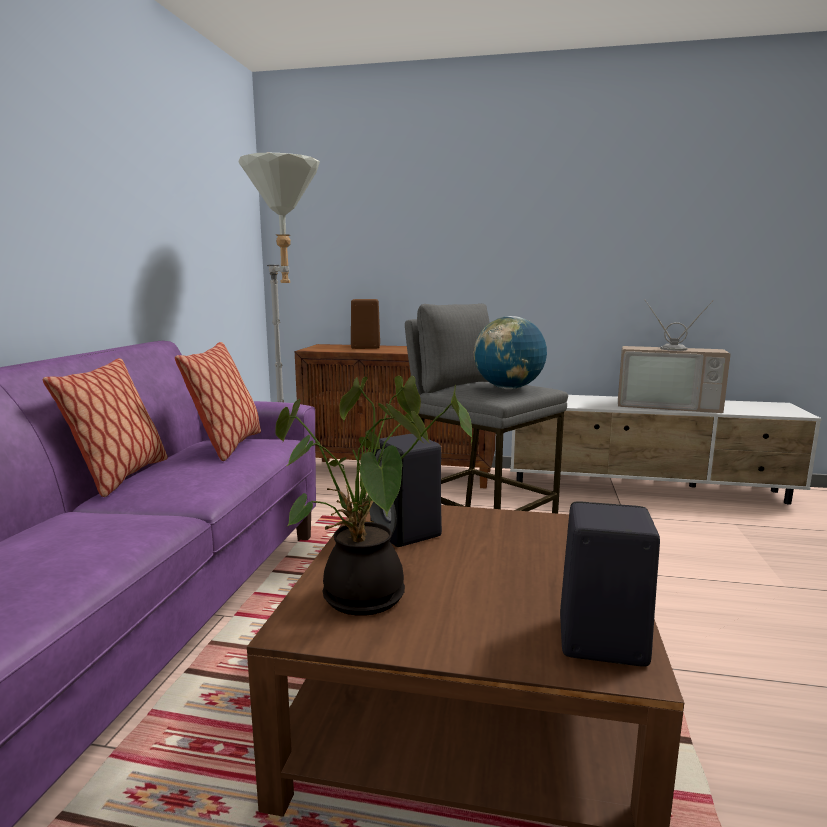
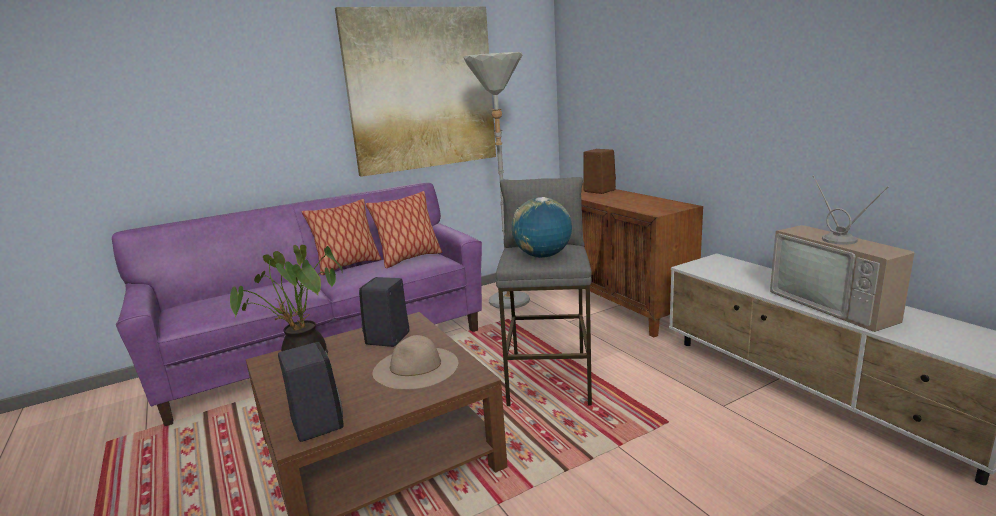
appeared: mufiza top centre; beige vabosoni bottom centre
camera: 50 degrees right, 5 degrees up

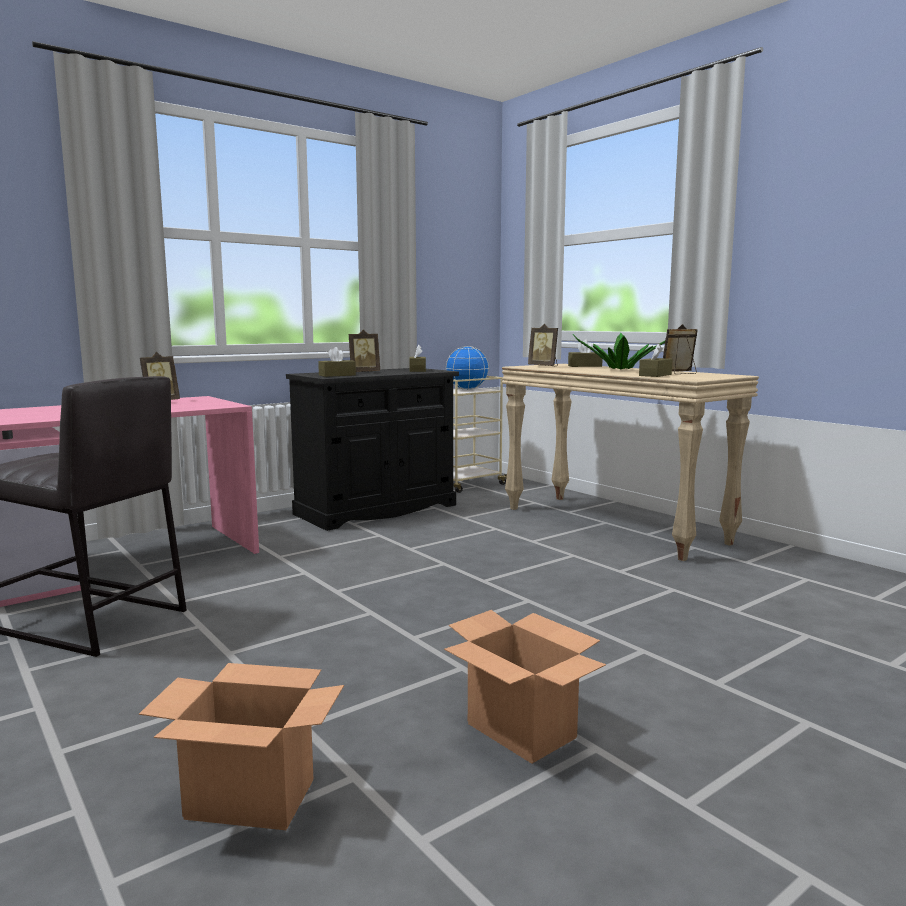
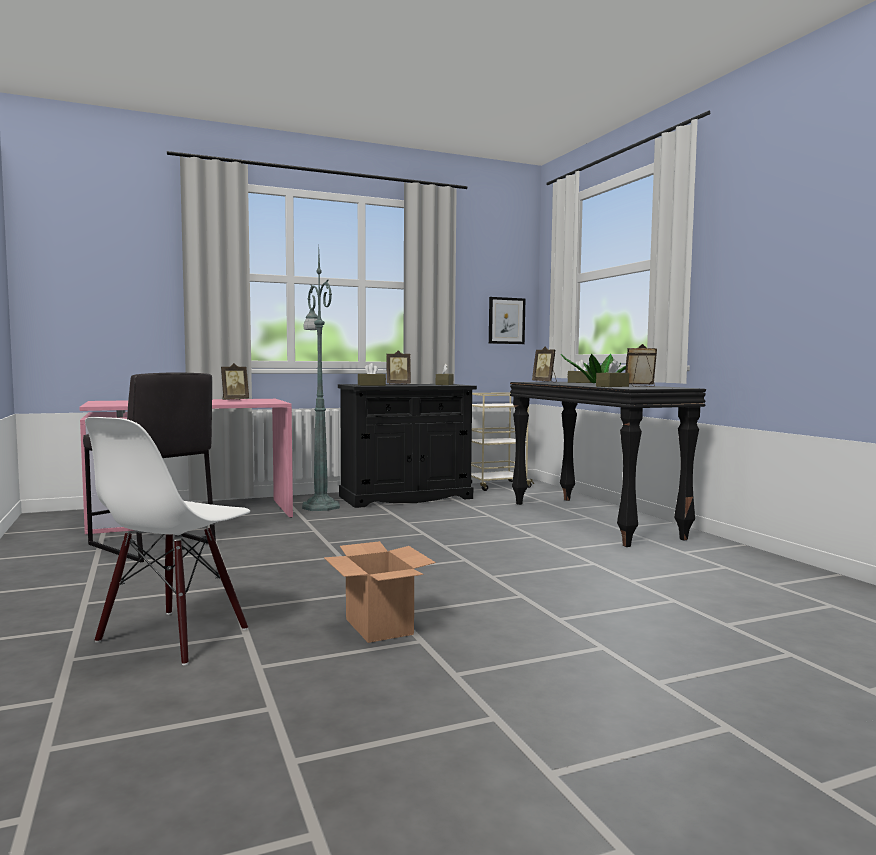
missing: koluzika centre
appeared: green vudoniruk centre; mufiza centre
exchanged: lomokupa (no. 1 from left) bottom left to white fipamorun middle left
colour: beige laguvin middle right to black laguvin middle right
camera: 15 degrees right, 5 degrees down

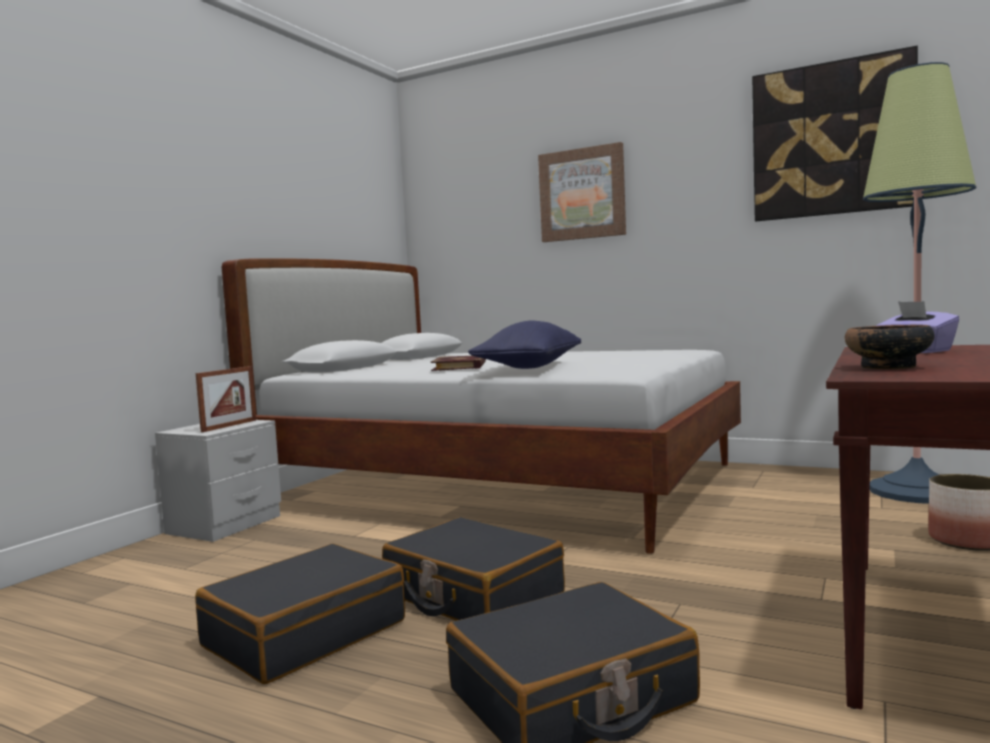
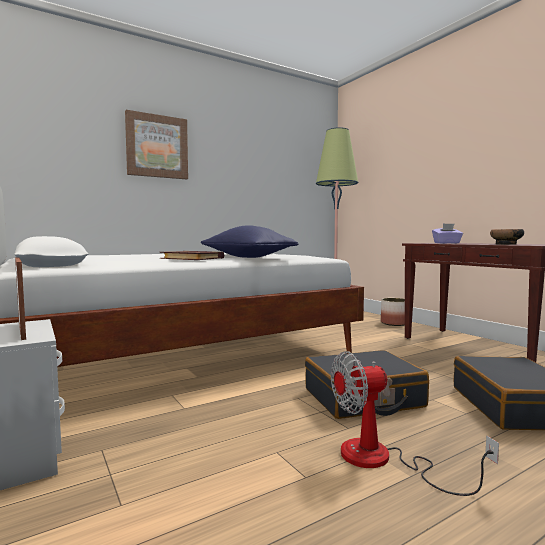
missing: mufiza (no. 2 from left) top right
exchanged: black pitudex (no. 1 from left) bottom left to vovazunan bottom right
camera: 60 degrees left, 0 degrees up

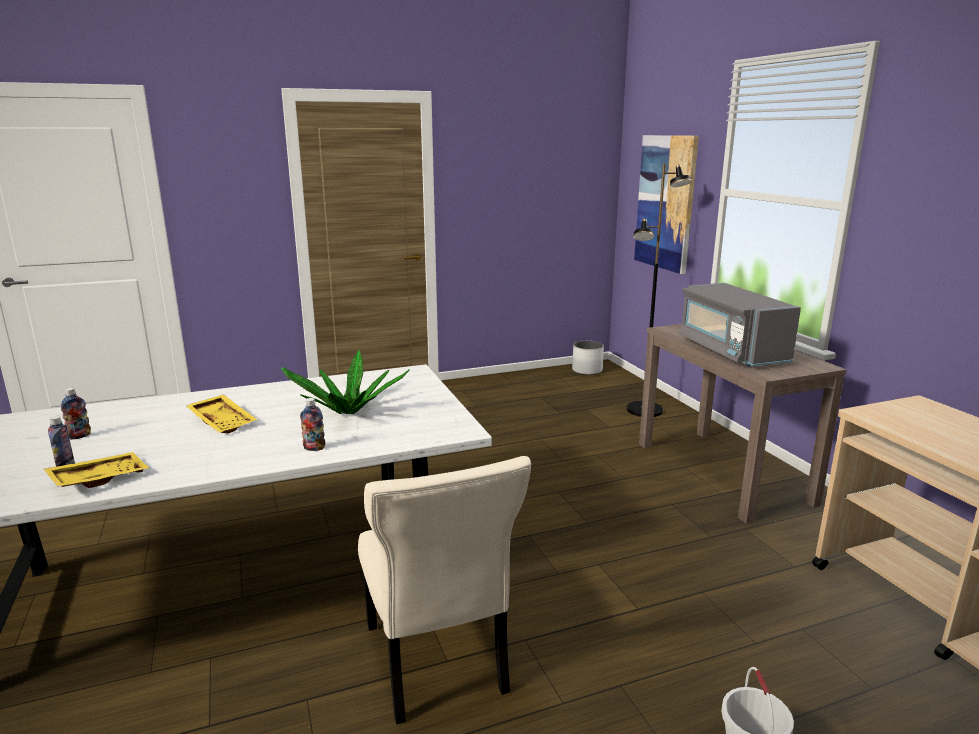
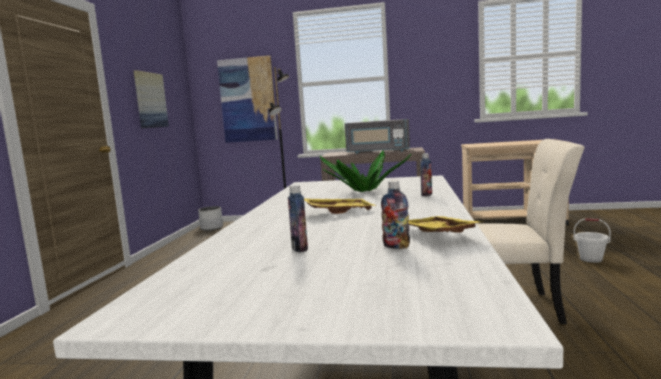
appeared: mufiza (no. 1 from left) top left
camera: 60 degrees left, 10 degrees down

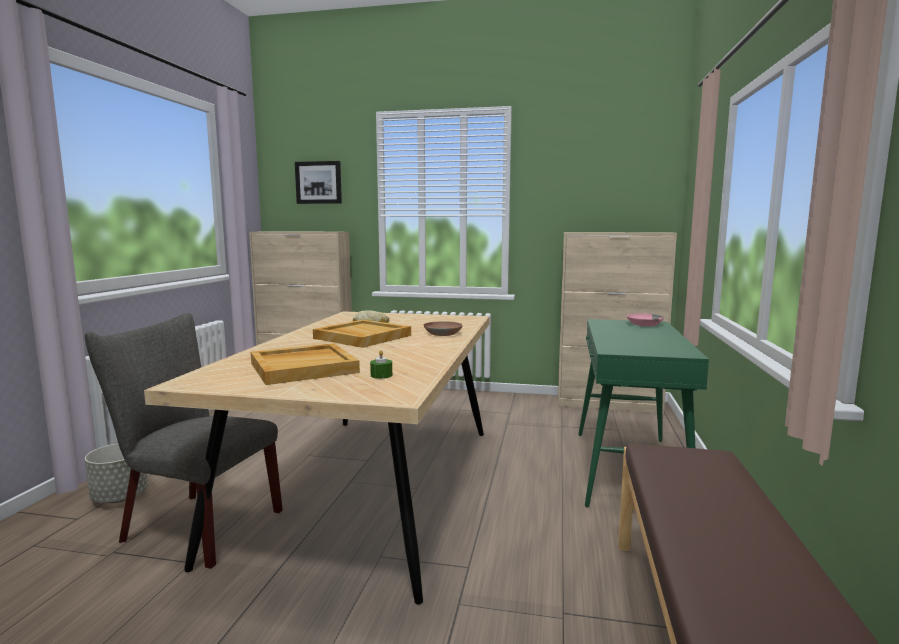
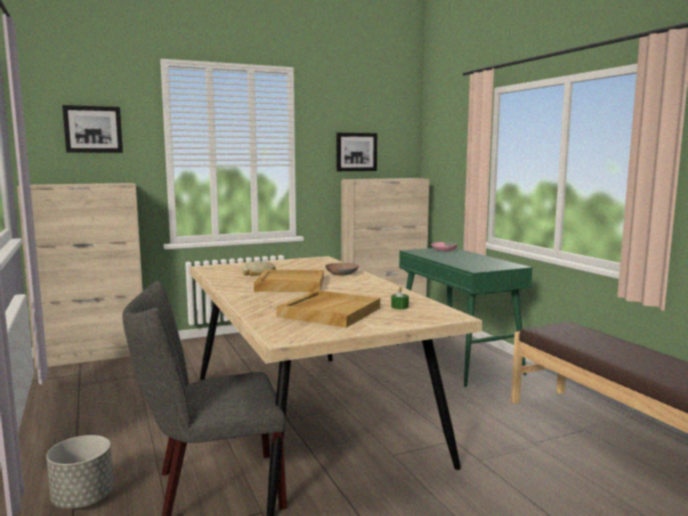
appeared: mufiza (no. 2 from left) top centre
camera: 35 degrees left, 0 degrees up

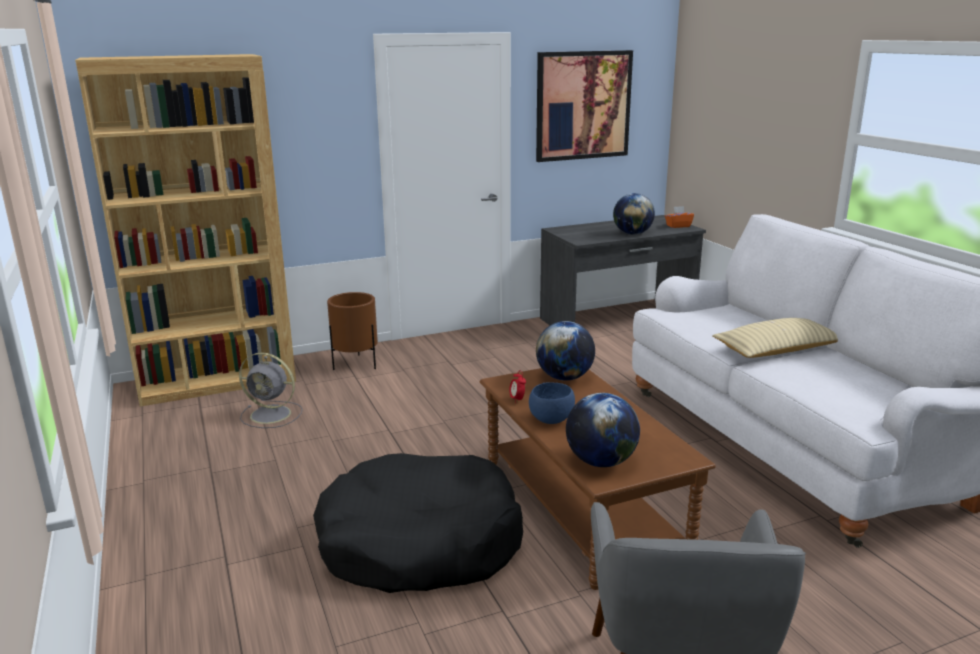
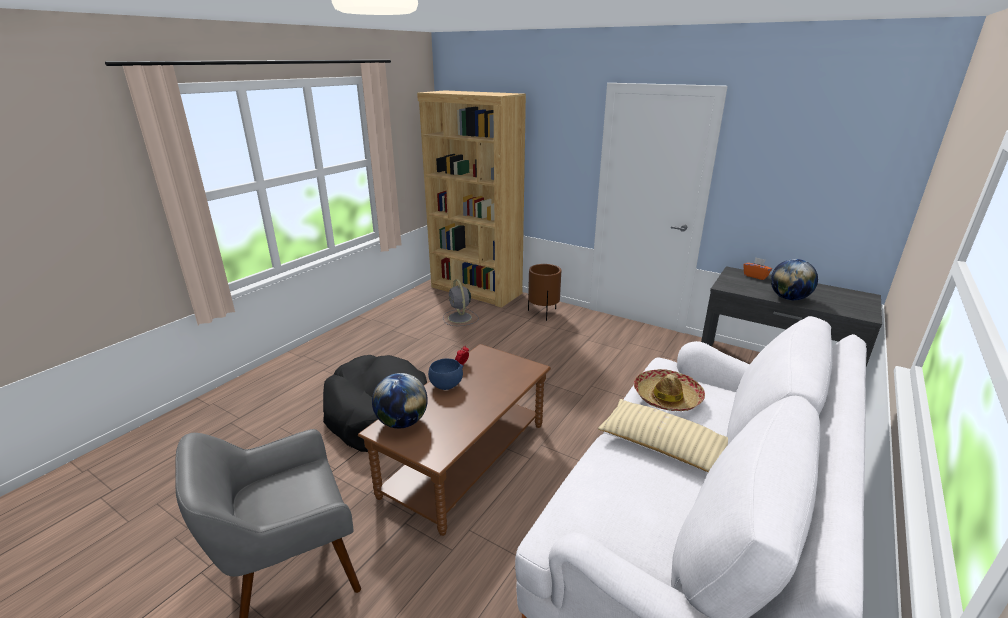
missing: mufiza top centre; koluzika (no. 1 from left) centre
appeared: vabosoni centre
relocated: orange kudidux top right to middle right
camera: 55 degrees right, 5 degrees up

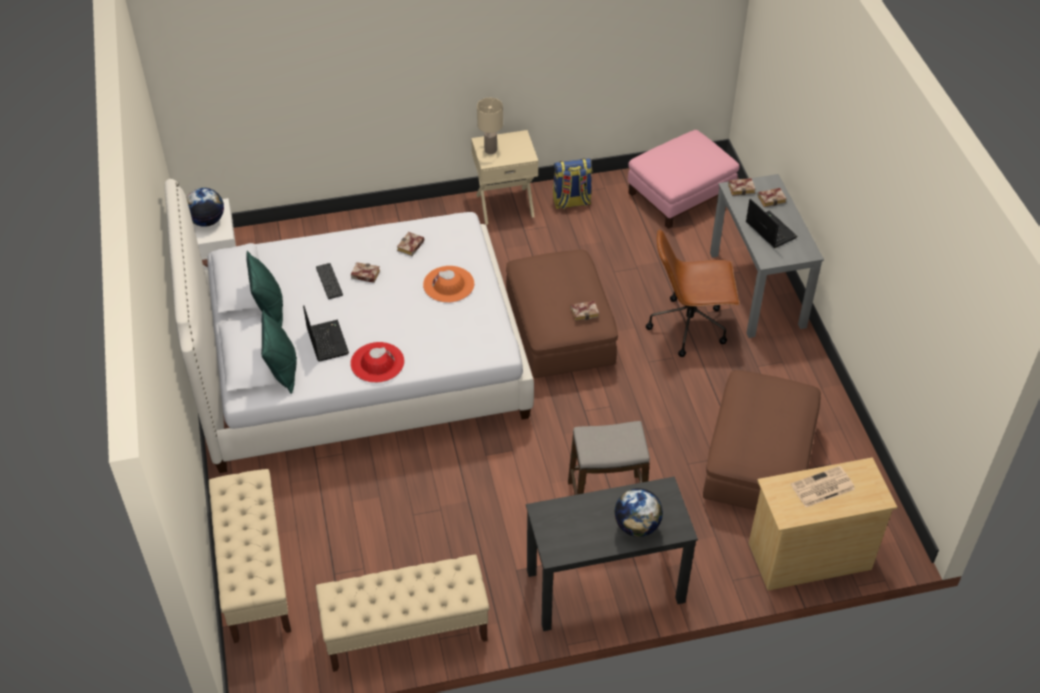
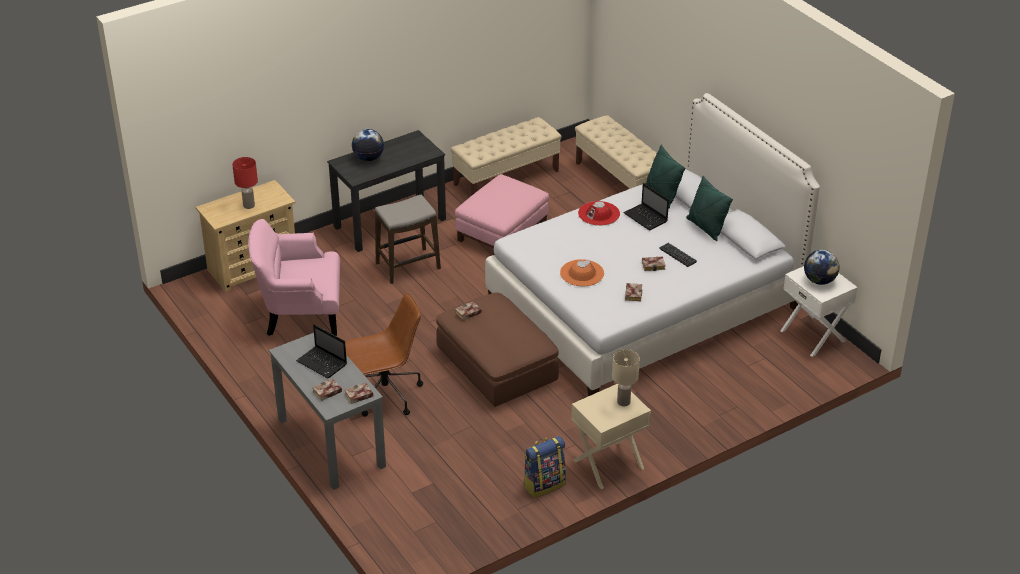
relocated: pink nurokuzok top centre to centre
exchanged: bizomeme bottom right to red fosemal top left; brown nurokuzok (no. 2 from left) middle right to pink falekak middle left
camera: 160 degrees right, 10 degrees down

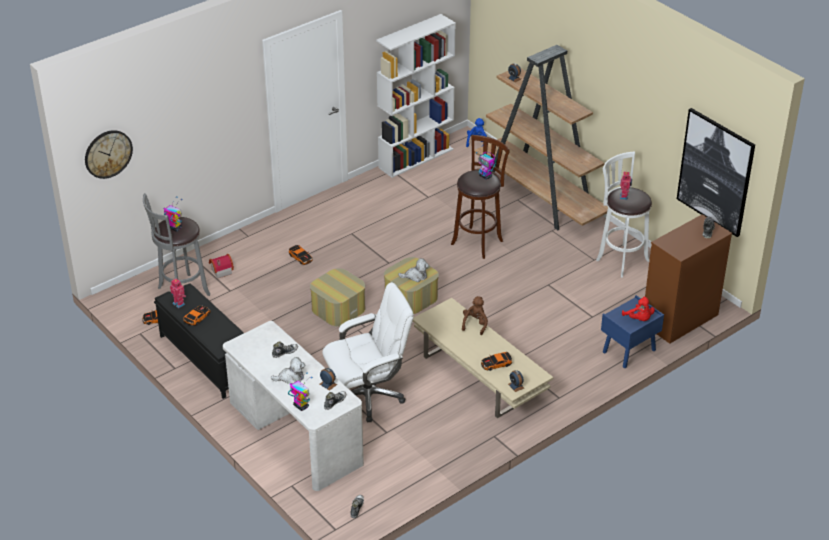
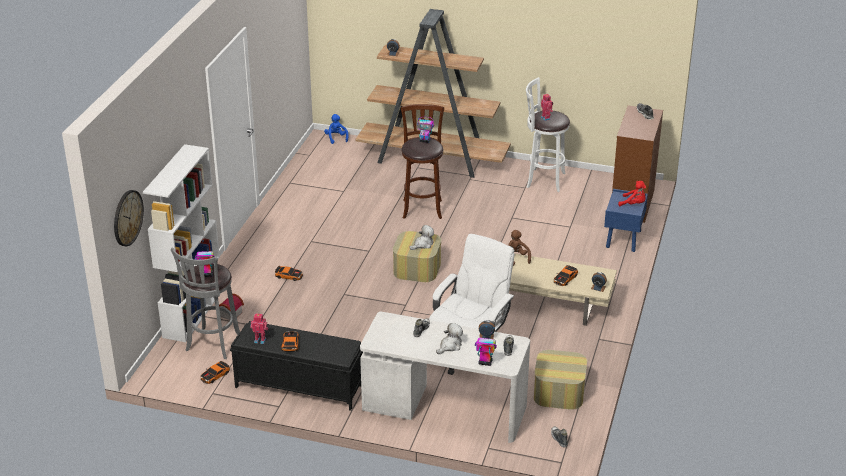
missing: mufiza top right
relocated: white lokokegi top centre to middle left; nurokuzok (no. 1 from left in the first image) centre to nurokuzok (no. 2 from left) bottom centre
camera: 35 degrees left, 5 degrees down

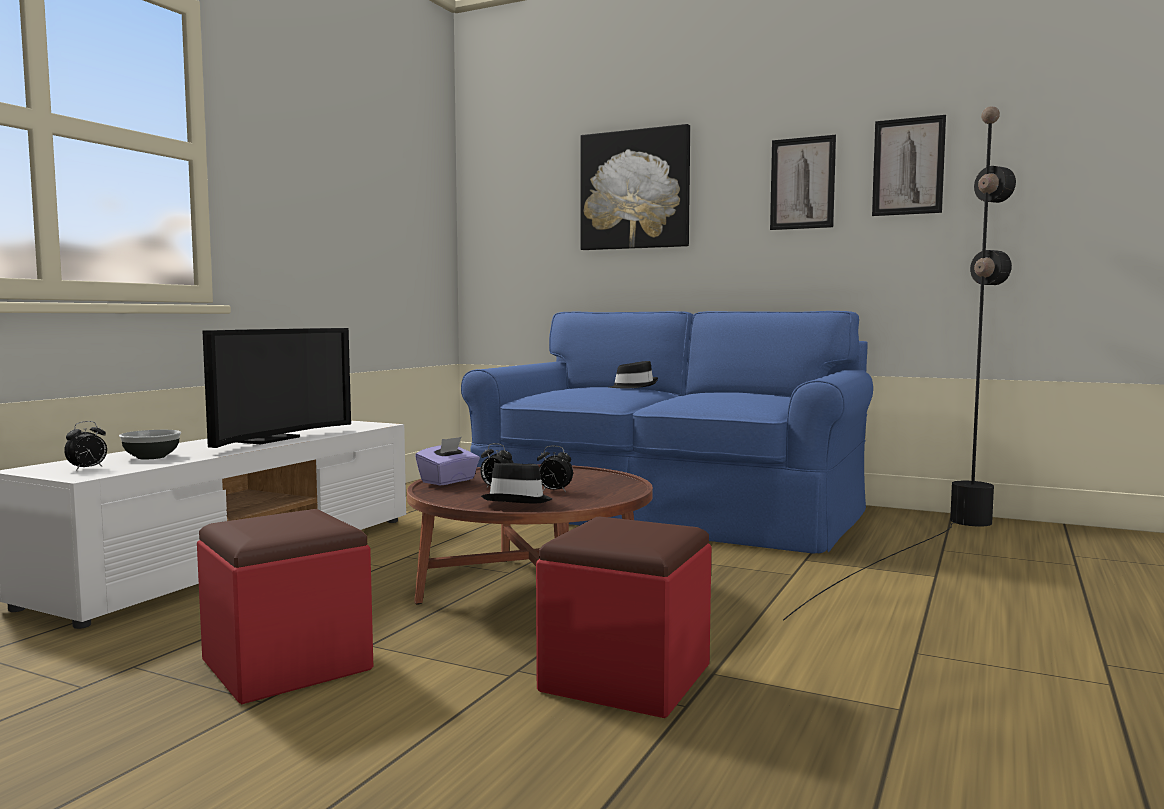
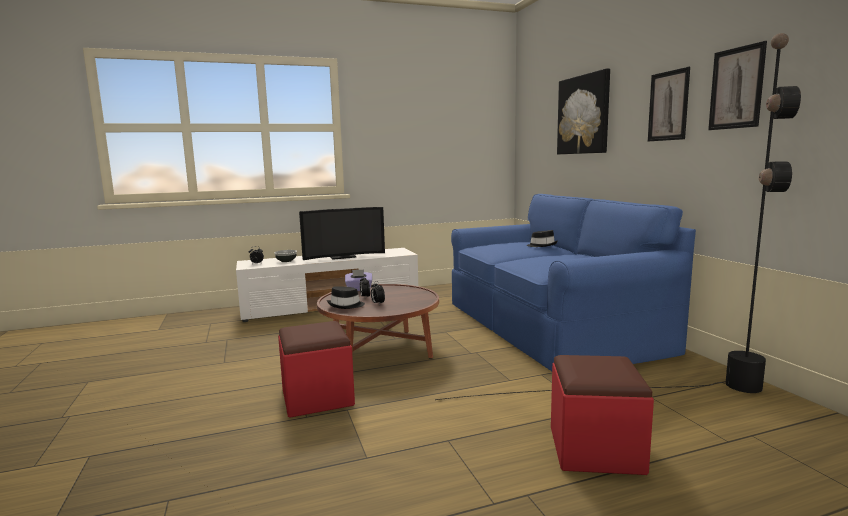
relocated: red nurokuzok (no. 1 from left in the first image) bottom left to red nurokuzok (no. 2 from left) bottom right
camera: 45 degrees right, 5 degrees up

